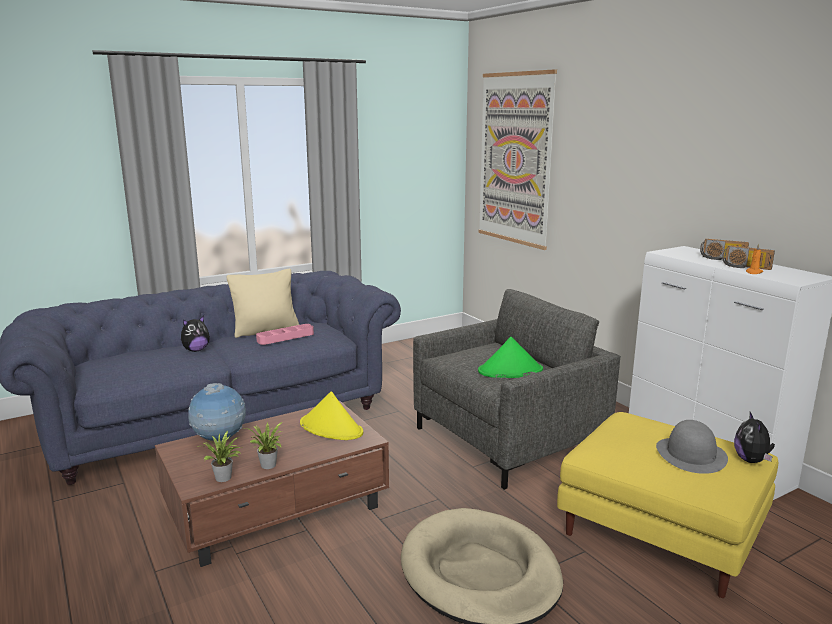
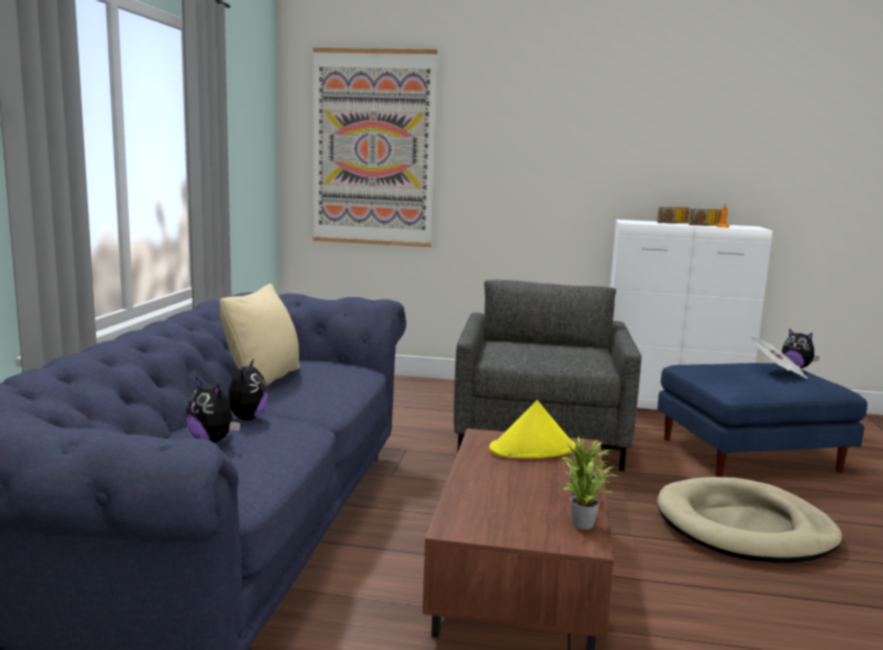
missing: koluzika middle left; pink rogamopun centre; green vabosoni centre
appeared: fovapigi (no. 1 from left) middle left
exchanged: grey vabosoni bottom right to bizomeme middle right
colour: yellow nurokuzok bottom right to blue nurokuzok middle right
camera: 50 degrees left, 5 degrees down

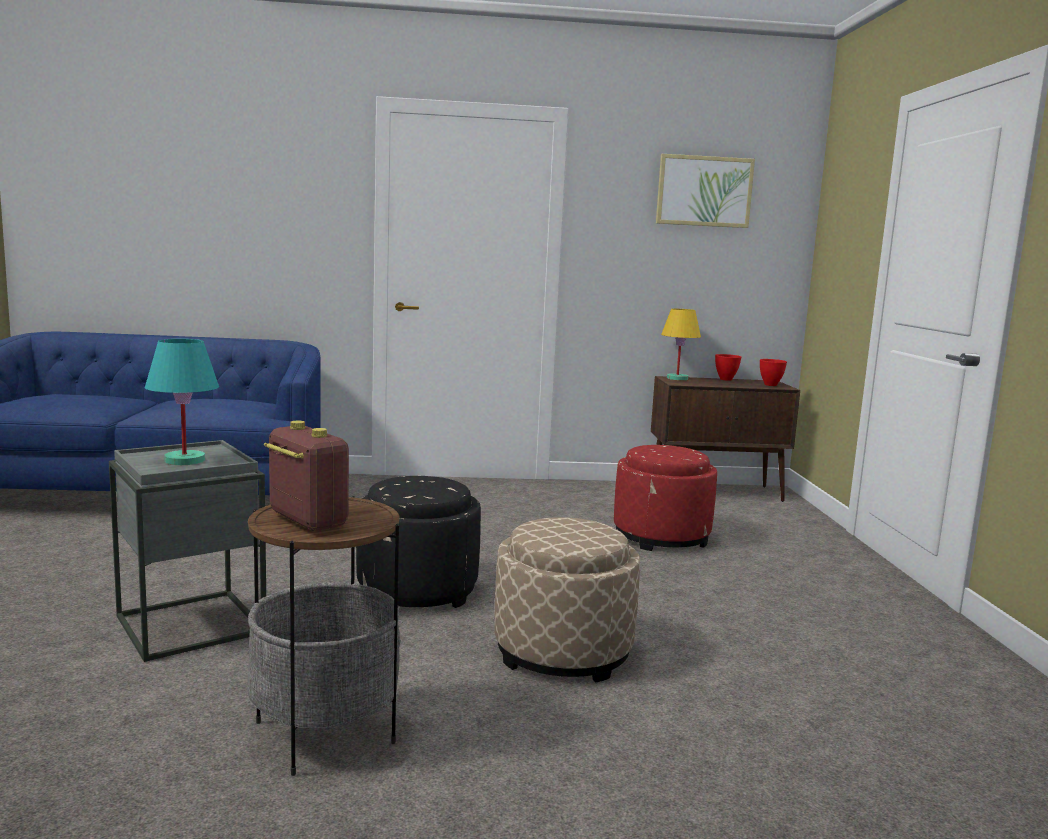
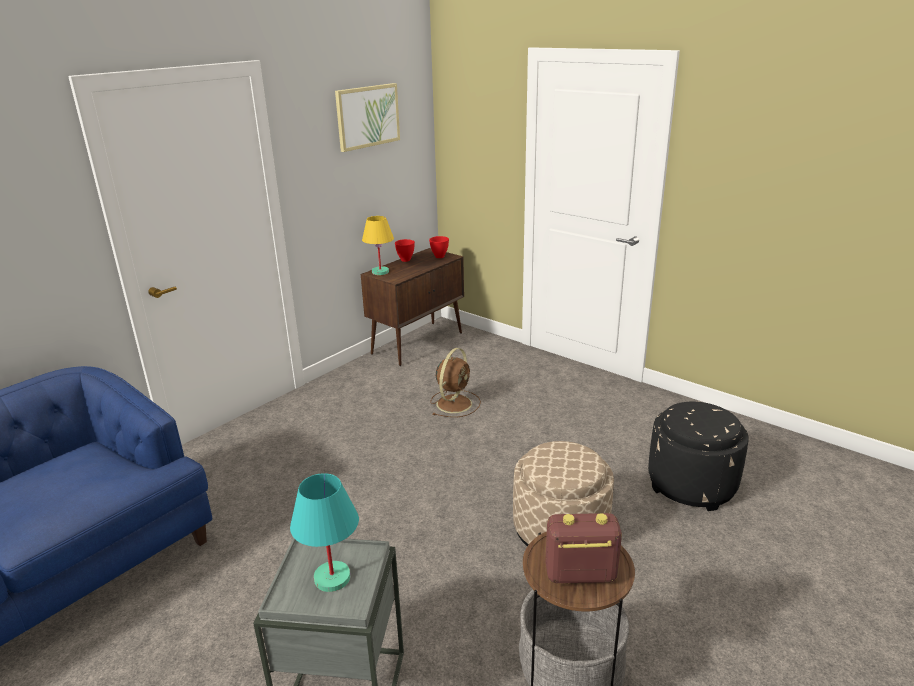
relocated: black nurokuzok centre to middle right
exchanged: red nurokuzok centre to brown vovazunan centre
camera: 45 degrees left, 15 degrees up

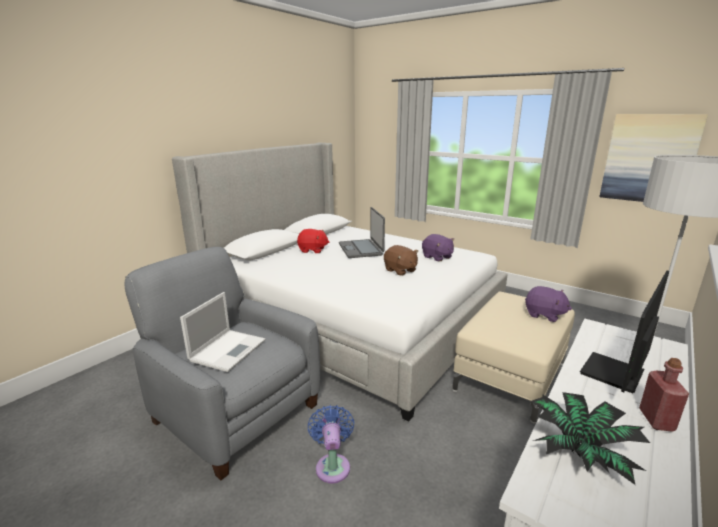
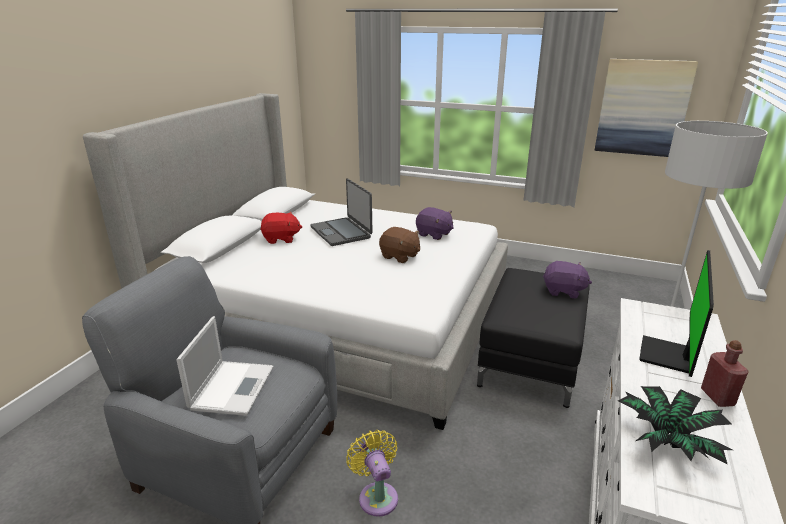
colour: blue vovazunan bottom centre to yellow vovazunan bottom centre; beige nurokuzok bottom right to black nurokuzok middle right
camera: 15 degrees left, 5 degrees up

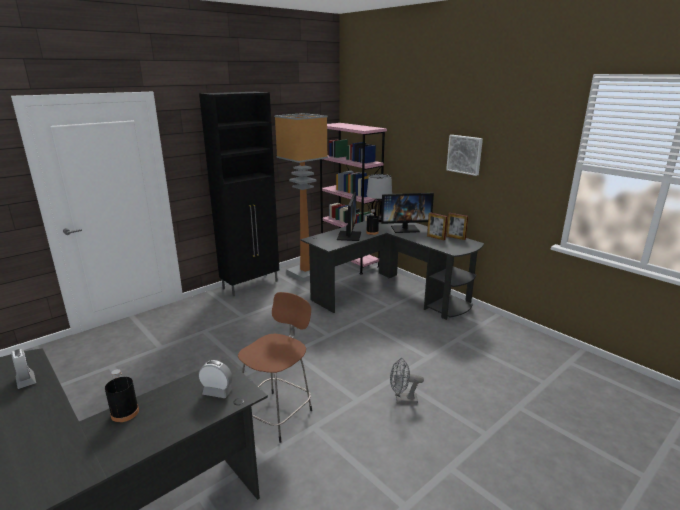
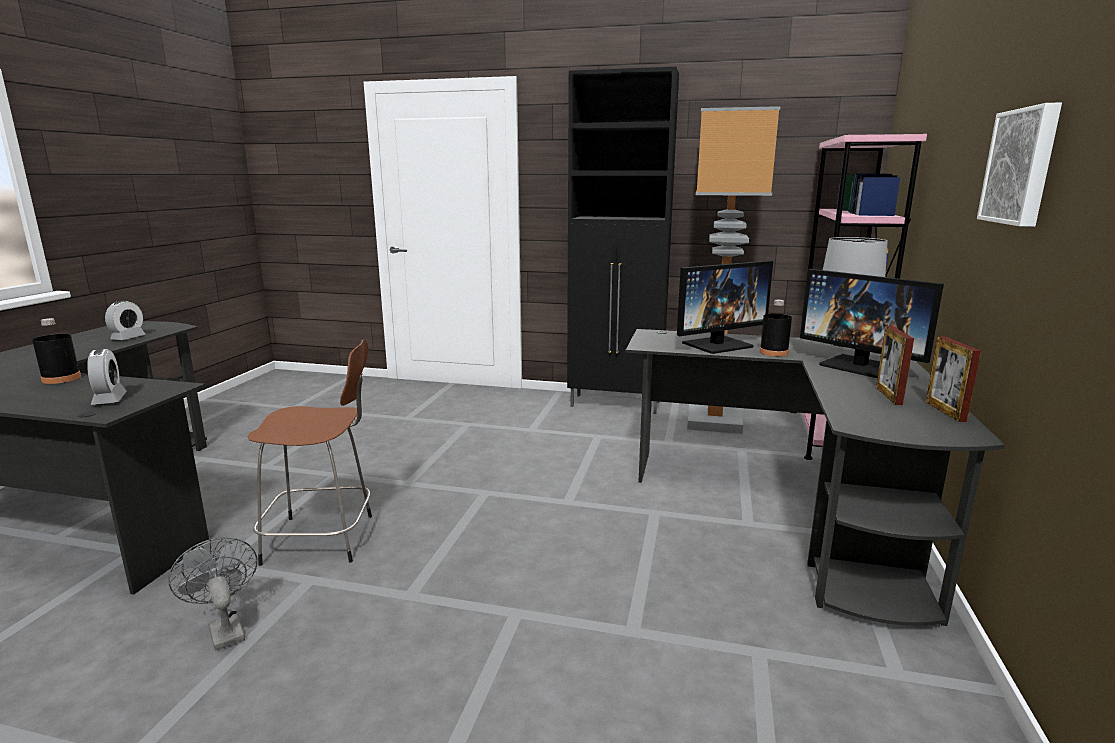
relocated: grey vovazunan bottom centre to bottom left
camera: 55 degrees right, 5 degrees down

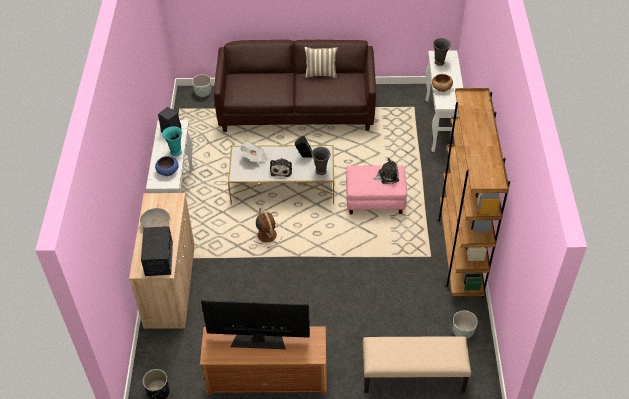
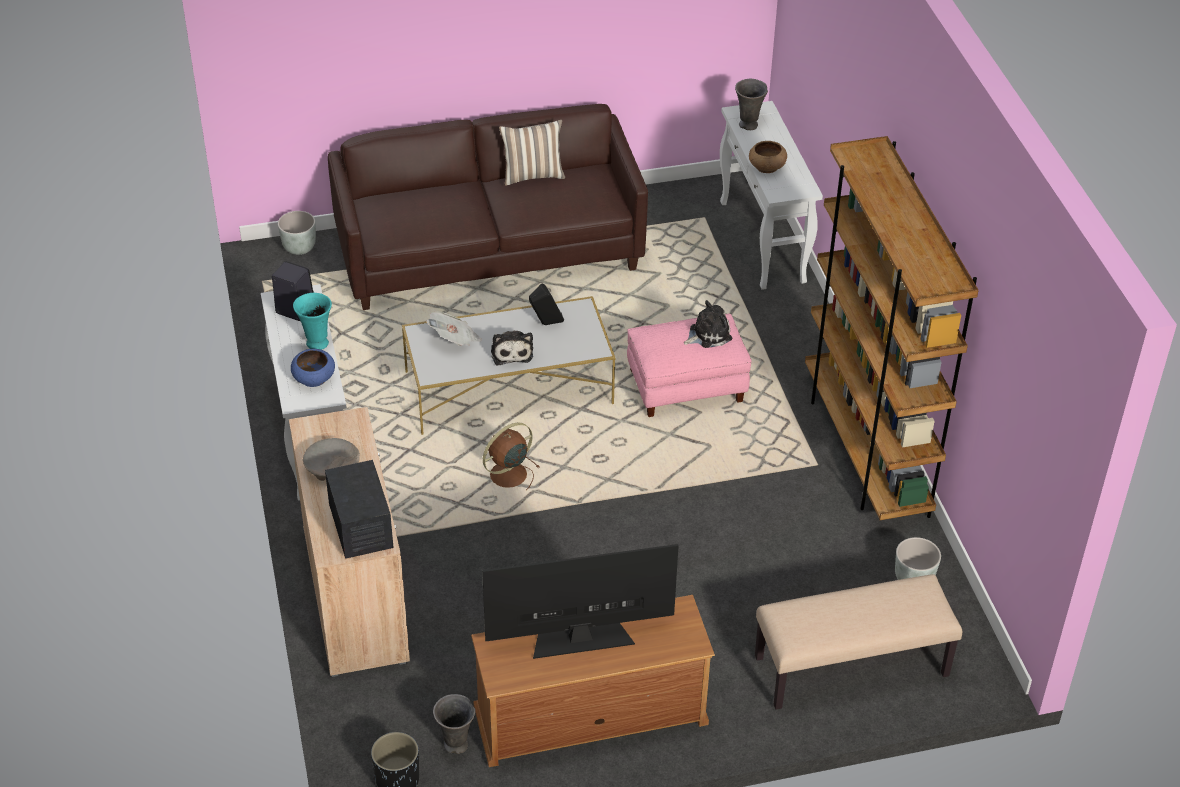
relocated: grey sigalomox (no. 1 from left) centre to bottom centre
spun: brown vovazunan centre = centre 90 degrees counterclockwise
camera: 15 degrees left, 5 degrees down

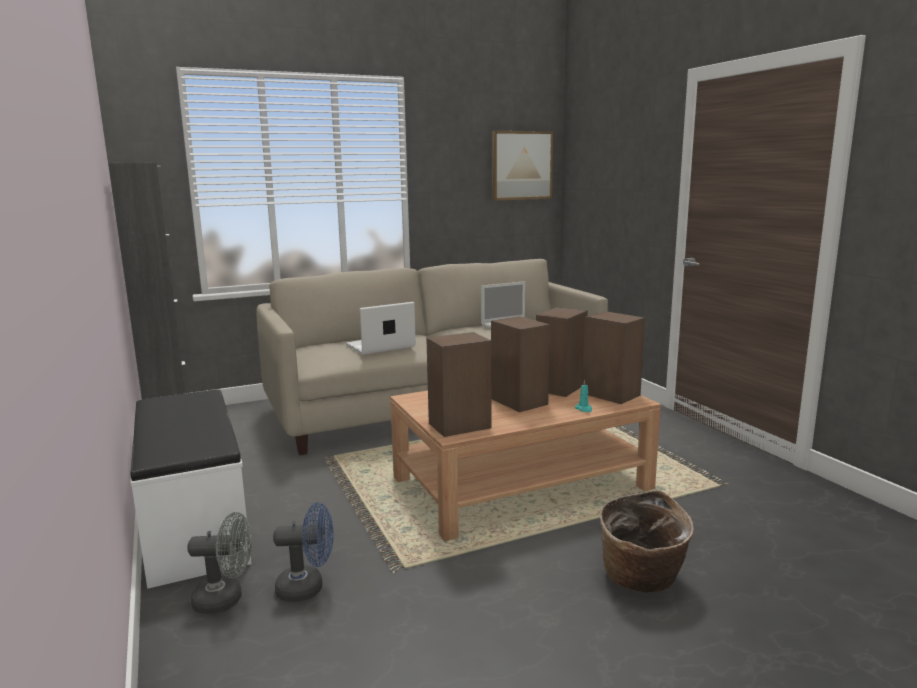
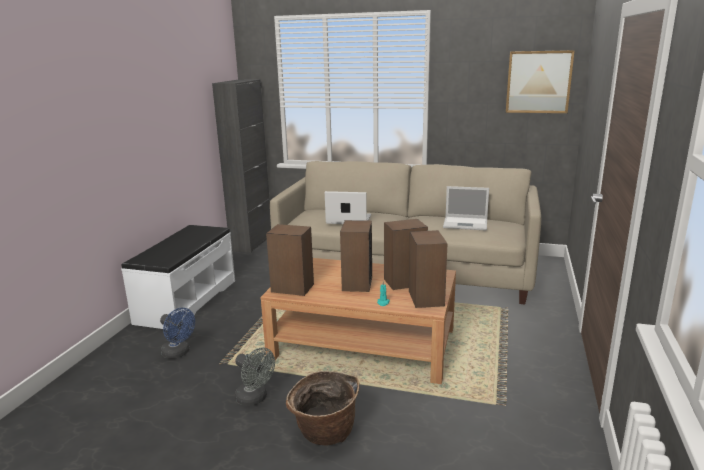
relocated: grey vovazunan bottom left to bottom centre
camera: 40 degrees right, 5 degrees up

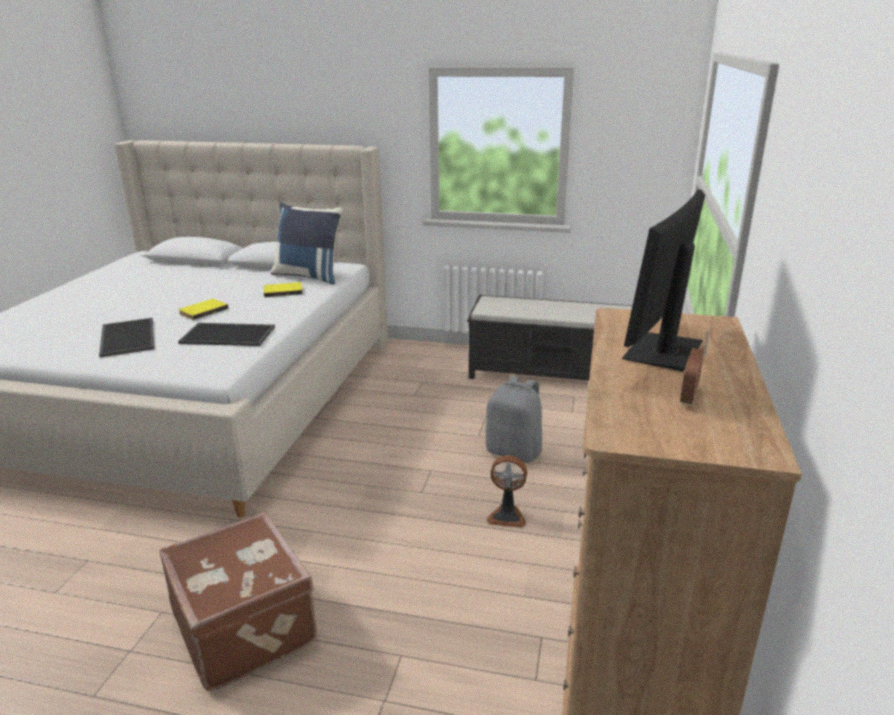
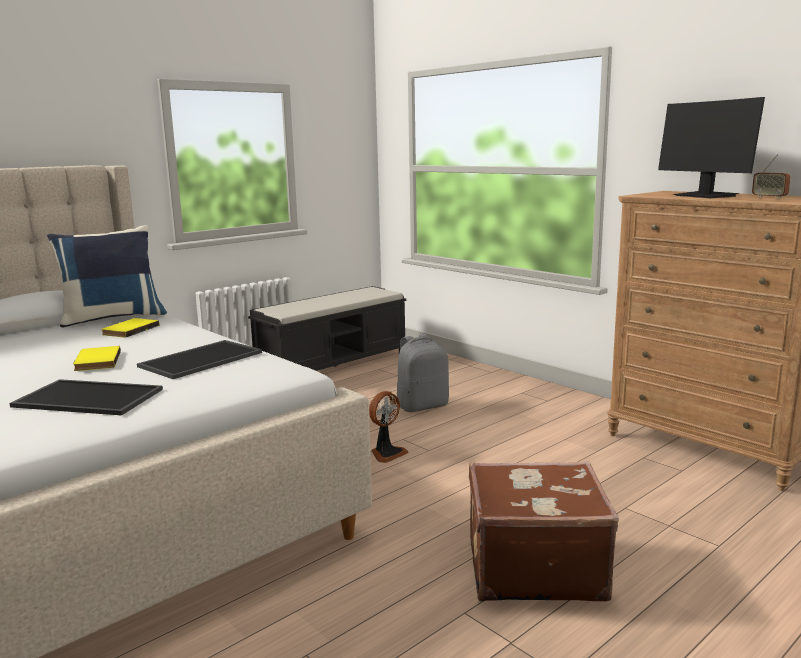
relocated: vovazunan bottom centre to centre
camera: 55 degrees left, 10 degrees down

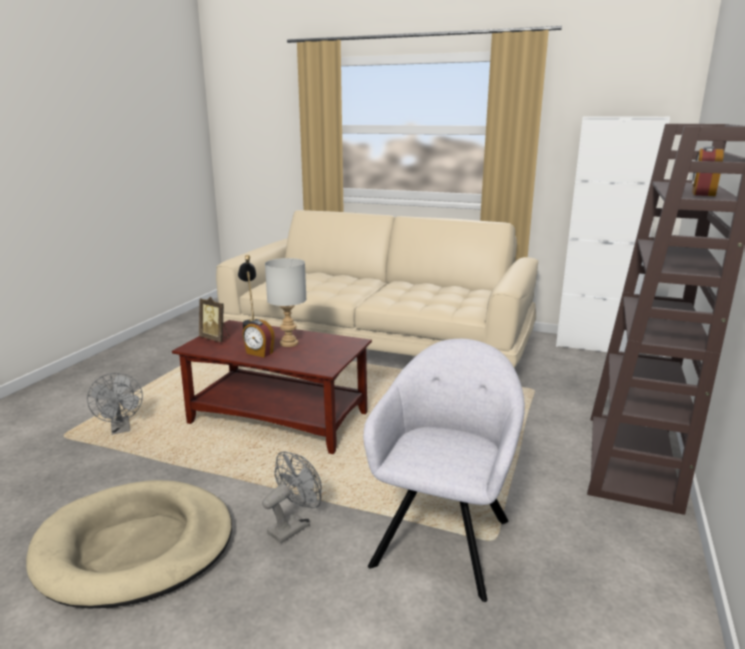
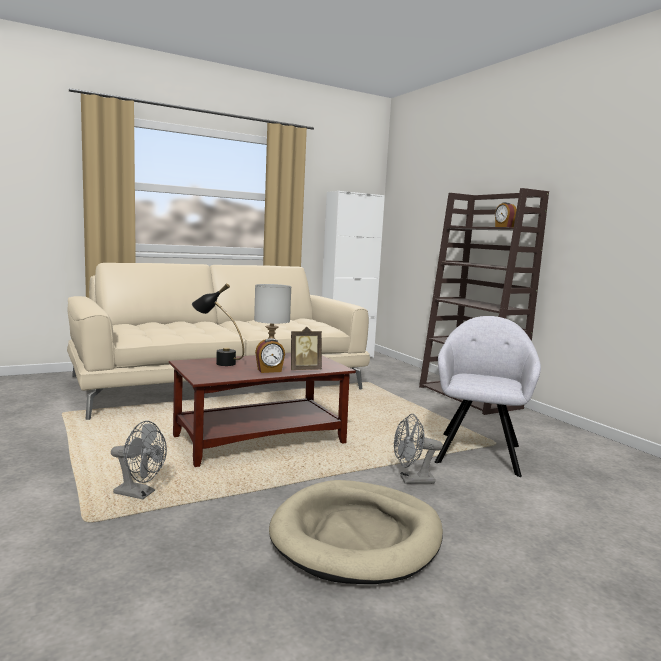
relocated: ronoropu middle left to centre
spun: grey vovazunan (no. 2 from left) bottom centre = bottom centre 90 degrees counterclockwise; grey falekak bottom centre = middle right 45 degrees clockwise
camera: 50 degrees left, 10 degrees down

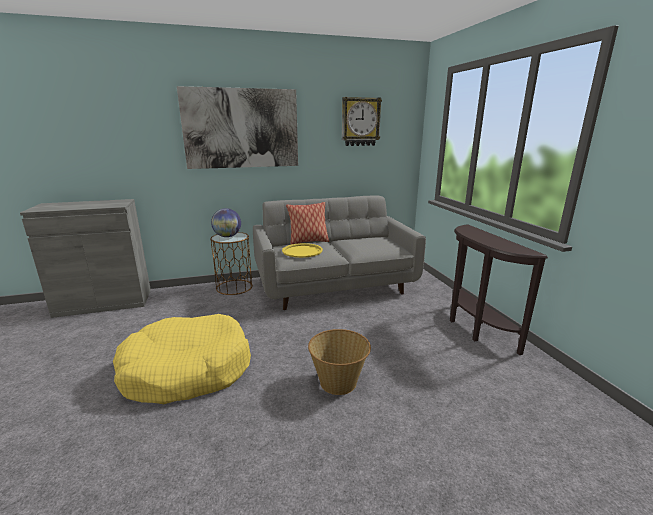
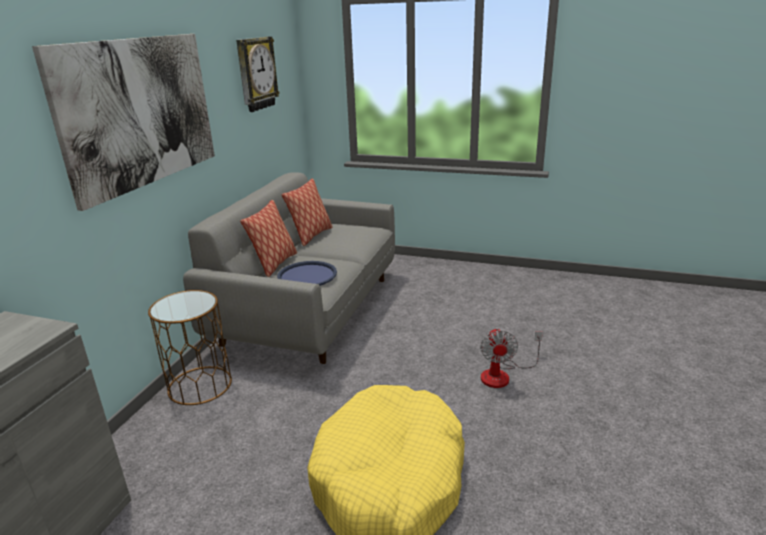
missing: koluzika centre; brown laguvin middle right
appeared: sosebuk (no. 2 from left) centre
exchanged: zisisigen bottom centre to vovazunan bottom right
colour: yellow rogamopun centre to blue rogamopun centre
camera: 55 degrees left, 5 degrees up

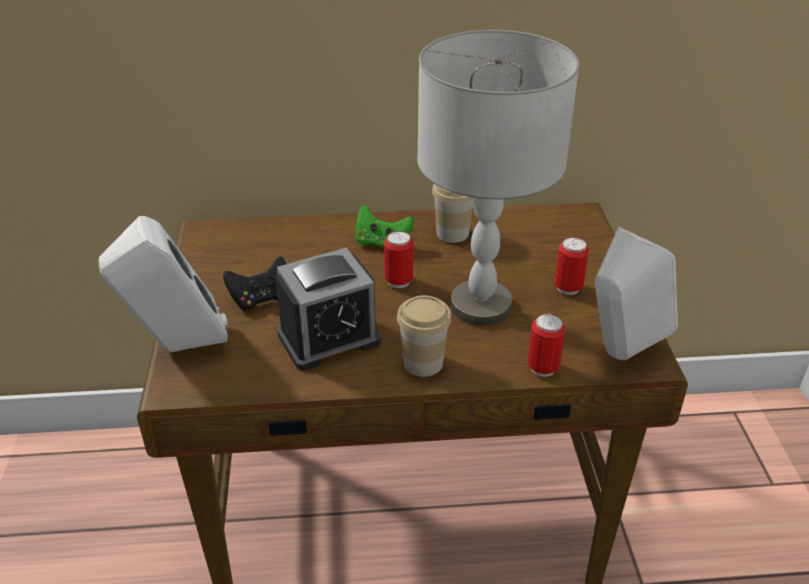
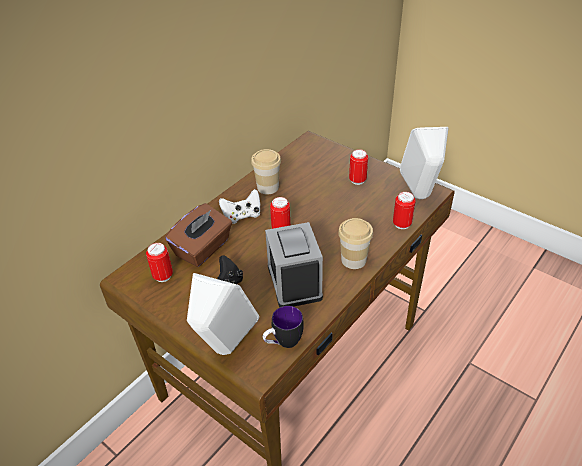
missing: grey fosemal top centre
appeared: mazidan (no. 1 from left) middle left; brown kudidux centre; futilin bottom centre
colour: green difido centre to white difido centre
spun: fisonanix centre = centre 150 degrees clockwise
camera: 45 degrees left, 5 degrees up

